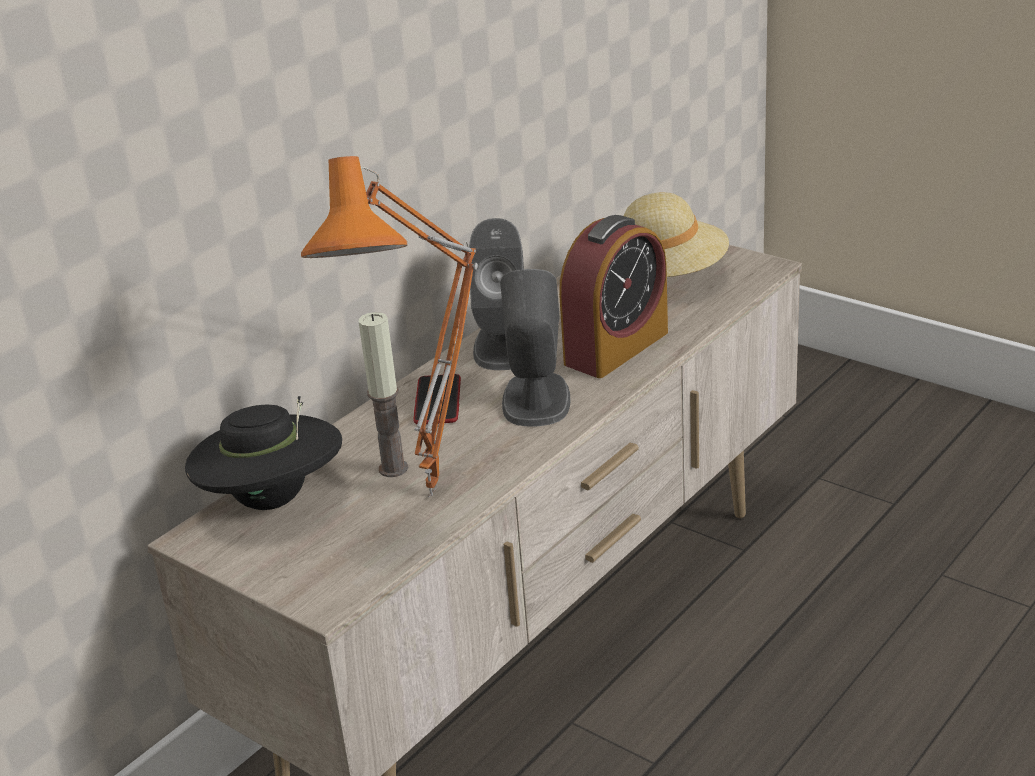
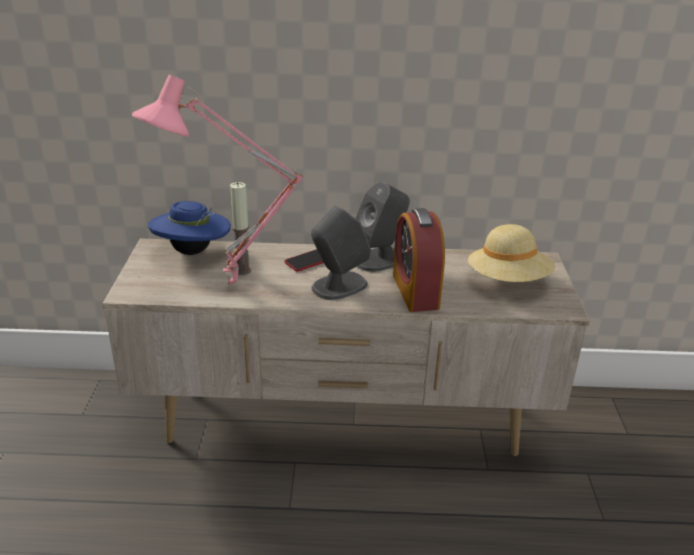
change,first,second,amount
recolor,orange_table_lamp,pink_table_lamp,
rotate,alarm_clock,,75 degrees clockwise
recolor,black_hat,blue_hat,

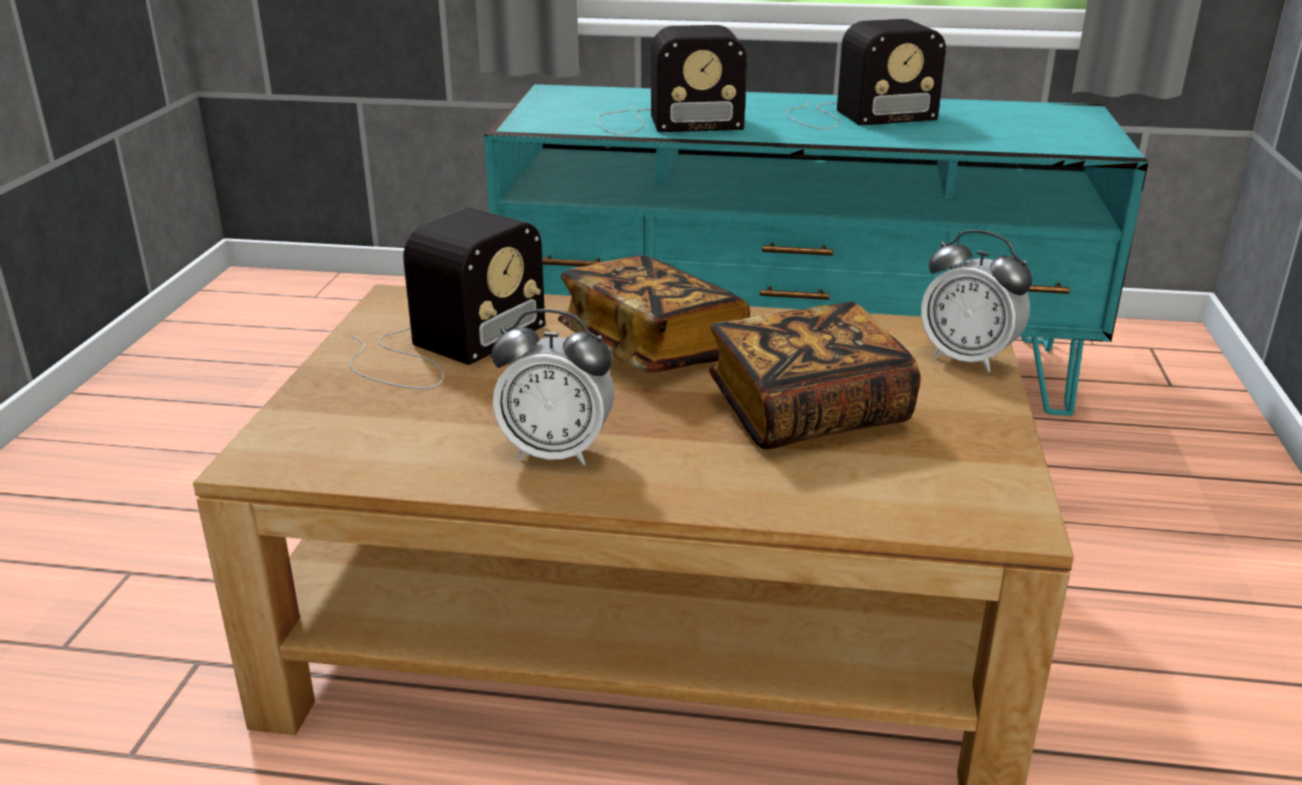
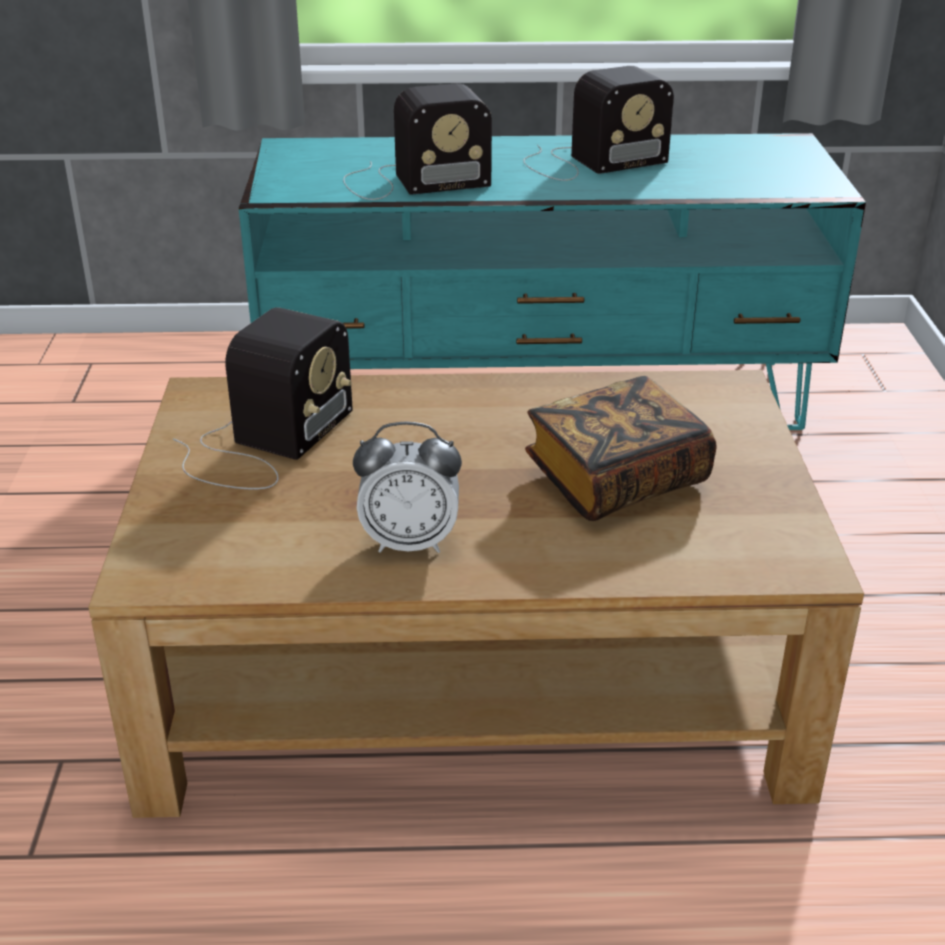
change,first,second,amount
delete,alarm_clock (2nd from left),,
delete,book (1st from left),,

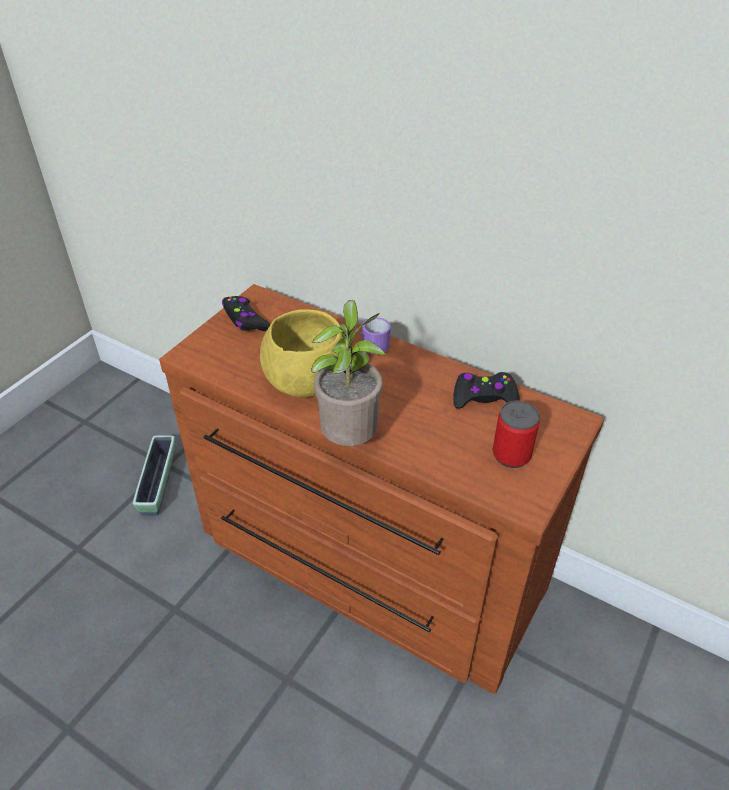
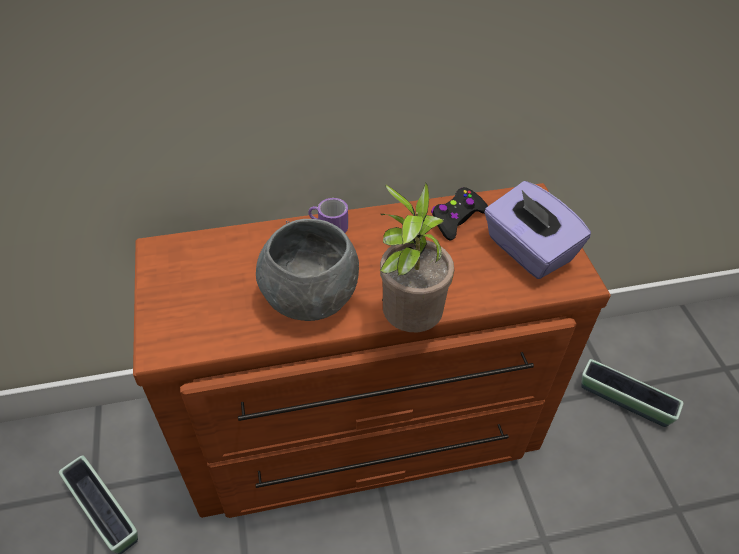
change,first,second,amount
delete,black_game_controller (1st from left),,
recolor,yellow_bowl,grey_bowl,
replace,can,purple_tissue_box,
insert,,planter (2nd from left),

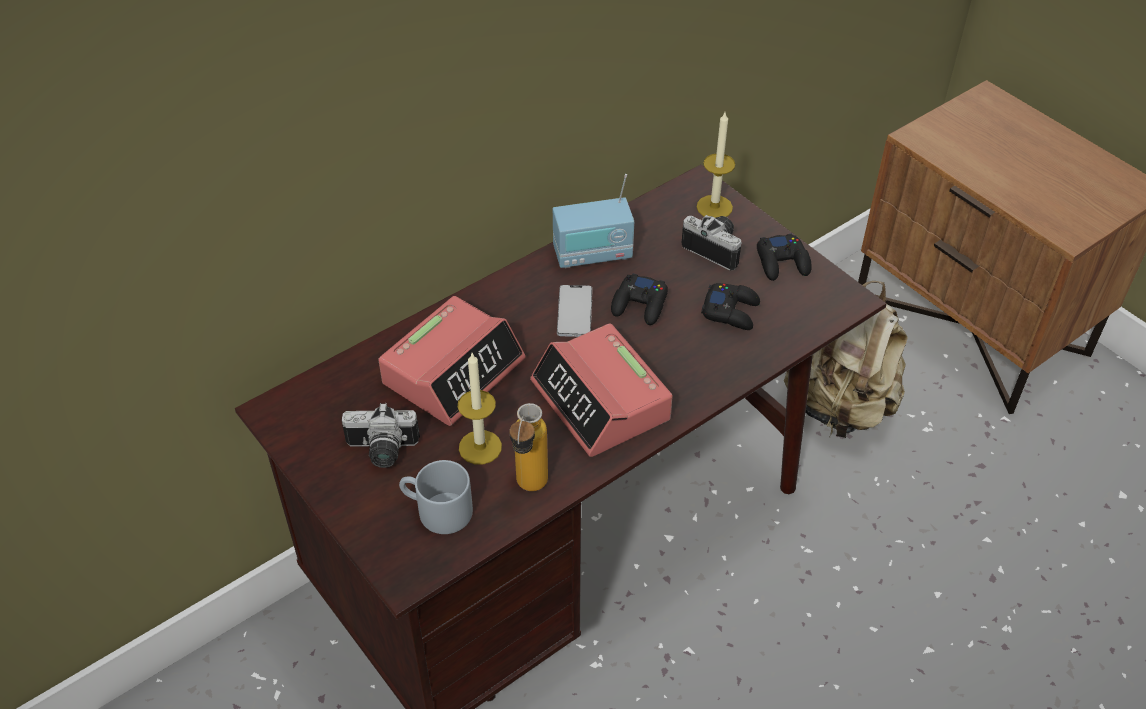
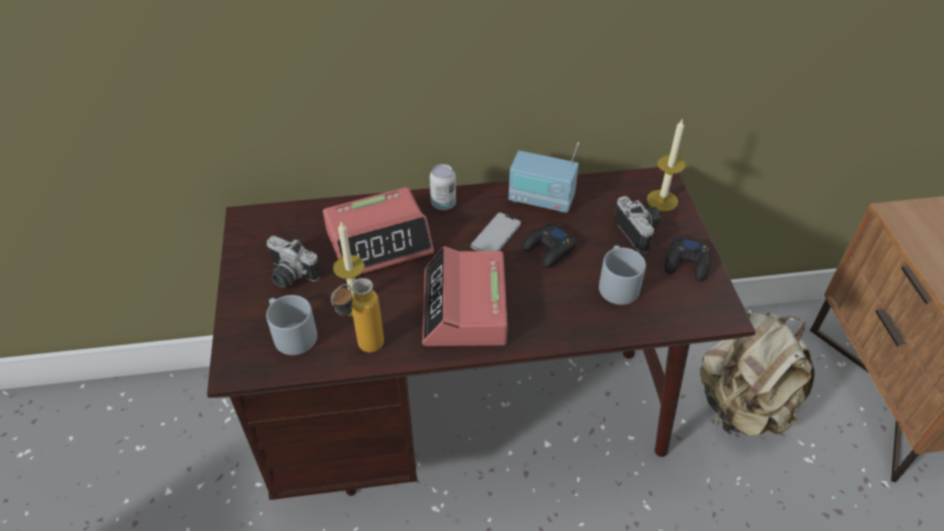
change,first,second,amount
replace,black_game_controller (2nd from left),grey_mug (2nd from left),
insert,,can,

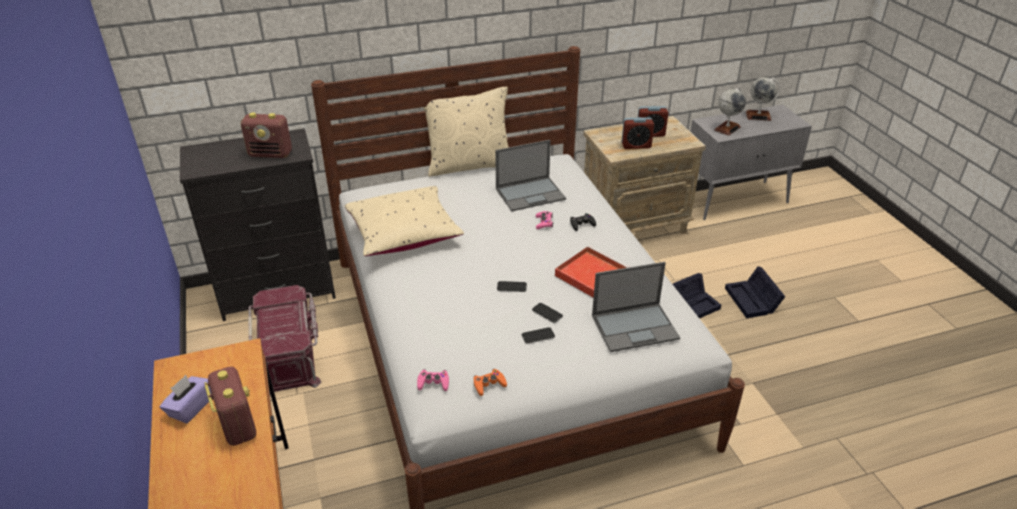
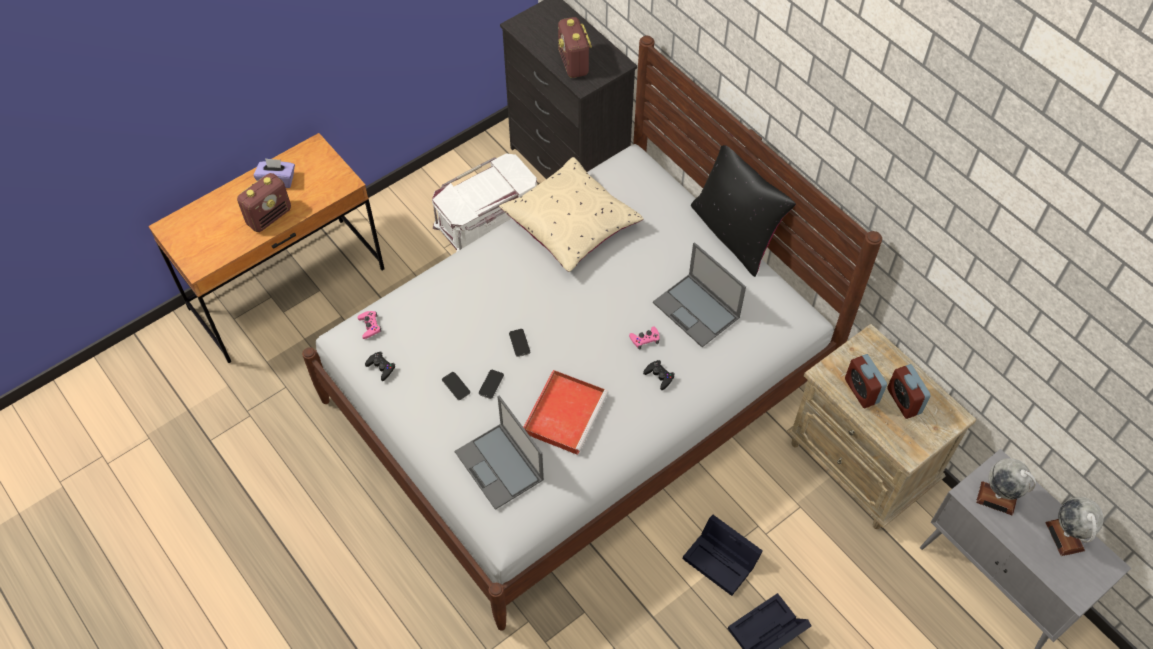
change,first,second,amount
recolor,beige_pillow (2nd from left),black_pillow,
recolor,red_storage_box,white_storage_box,
recolor,orange_game_controller,black_game_controller (1st from left),

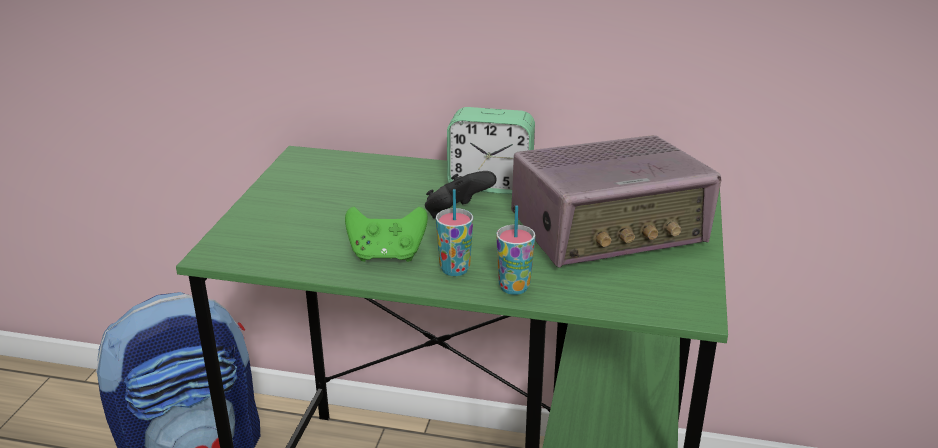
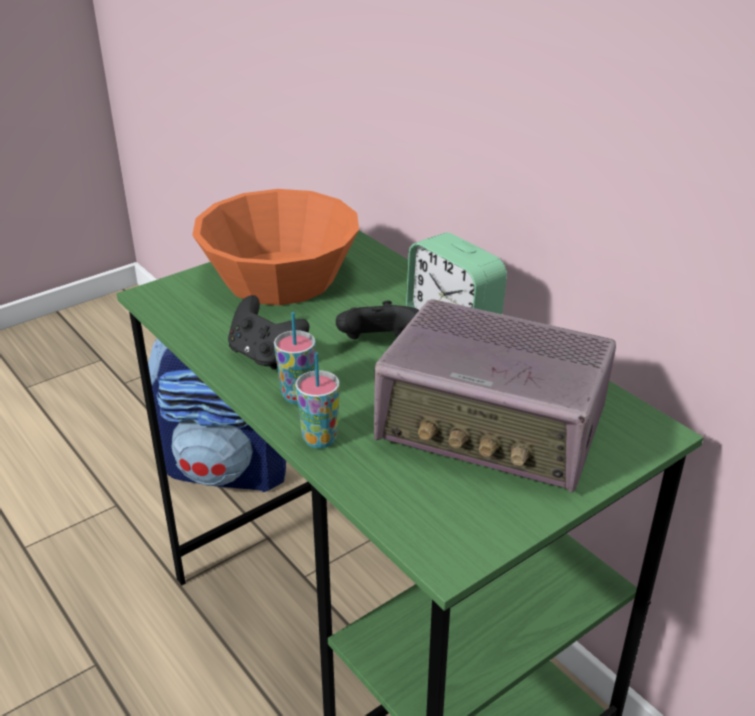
change,first,second,amount
recolor,green_game_controller,black_game_controller (1st from left),
insert,,orange_bowl,

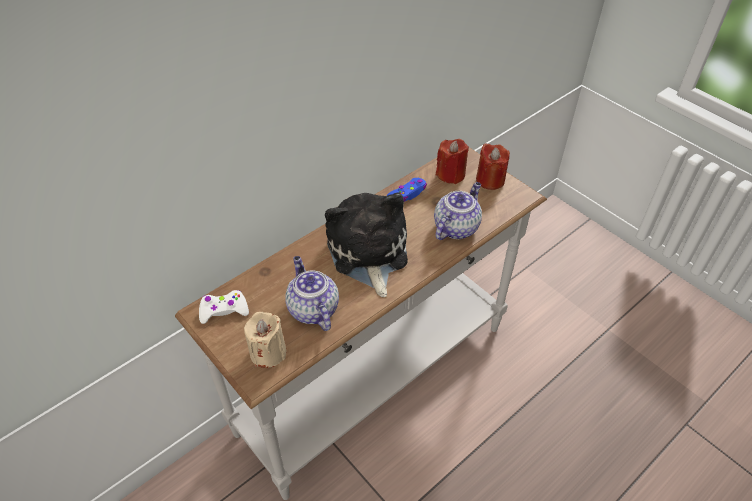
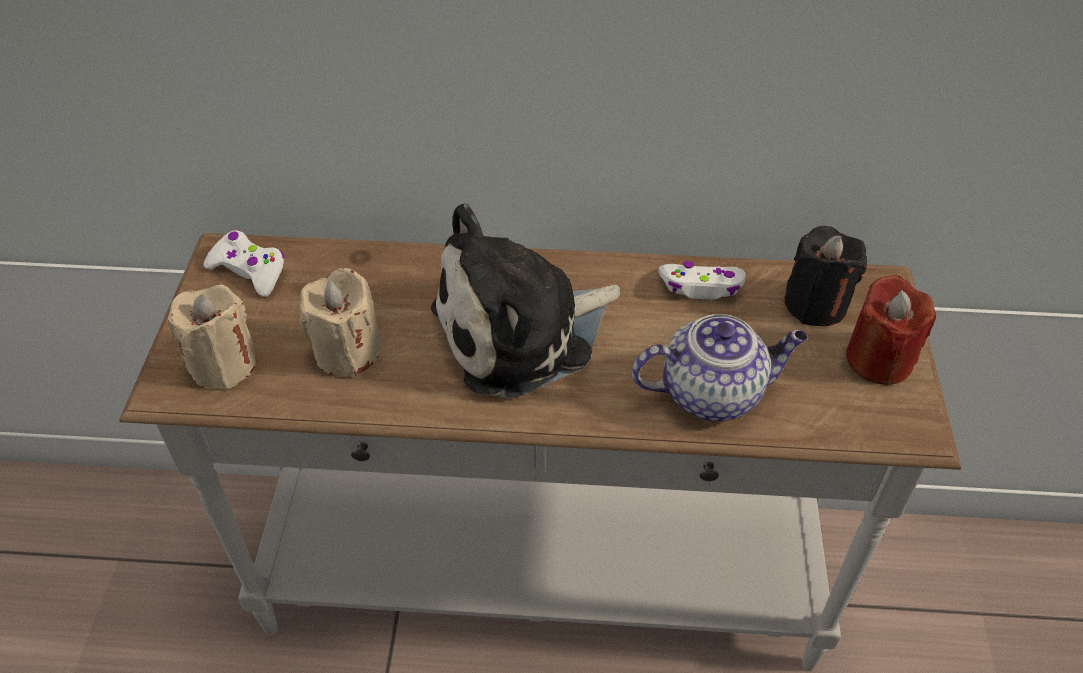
change,first,second,amount
recolor,red_candle (1st from left),black_candle,
recolor,blue_game_controller,white_game_controller (2nd from left),
rotate,plush_toy,,150 degrees counterclockwise
replace,teapot (1st from left),beige_candle (2nd from left),

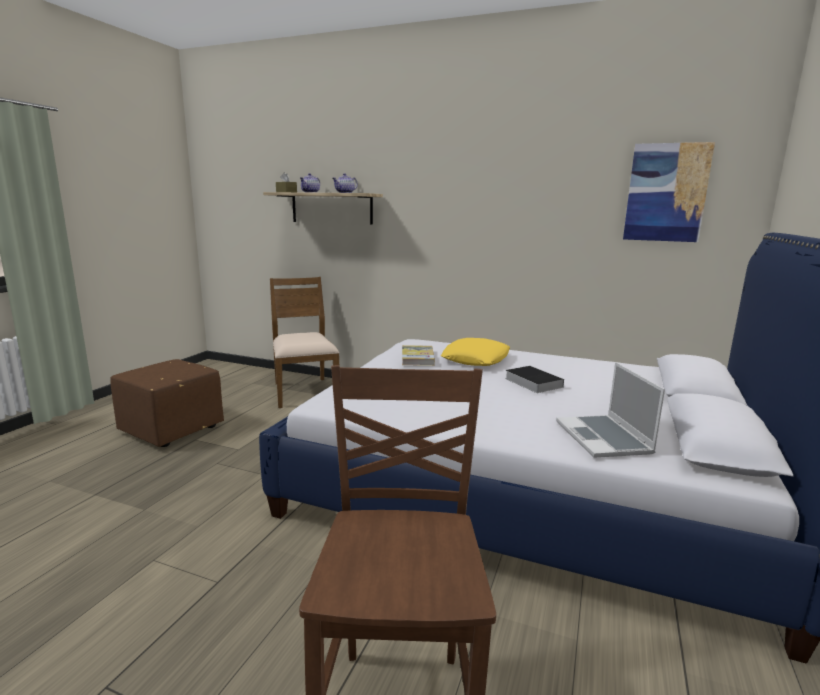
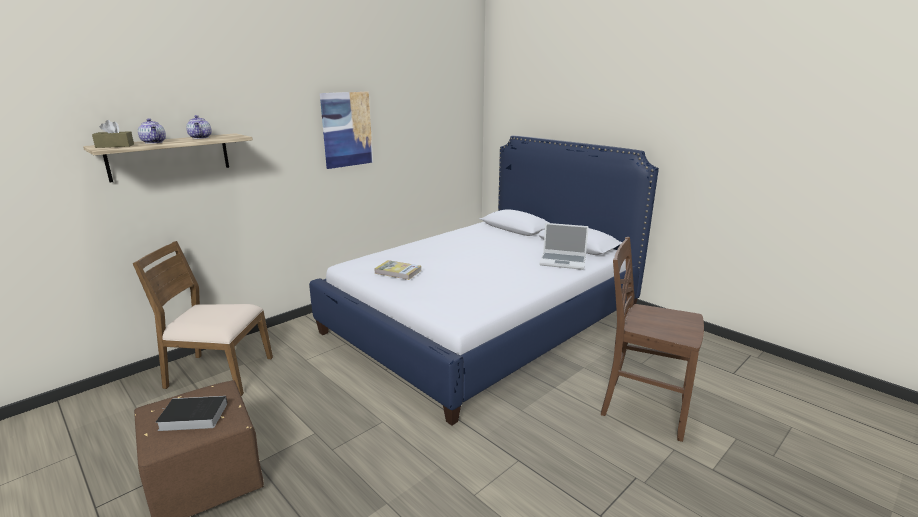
change,first,second,amount
move,picture,,
delete,yellow_pillow,,
move,book (2nd from left in the first image),book (1st from left),

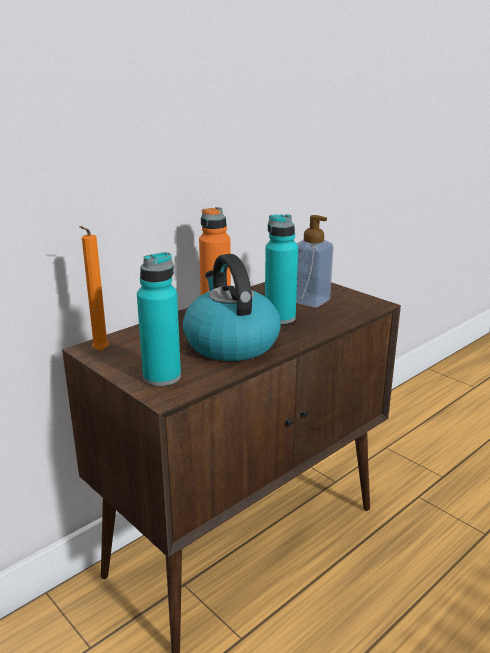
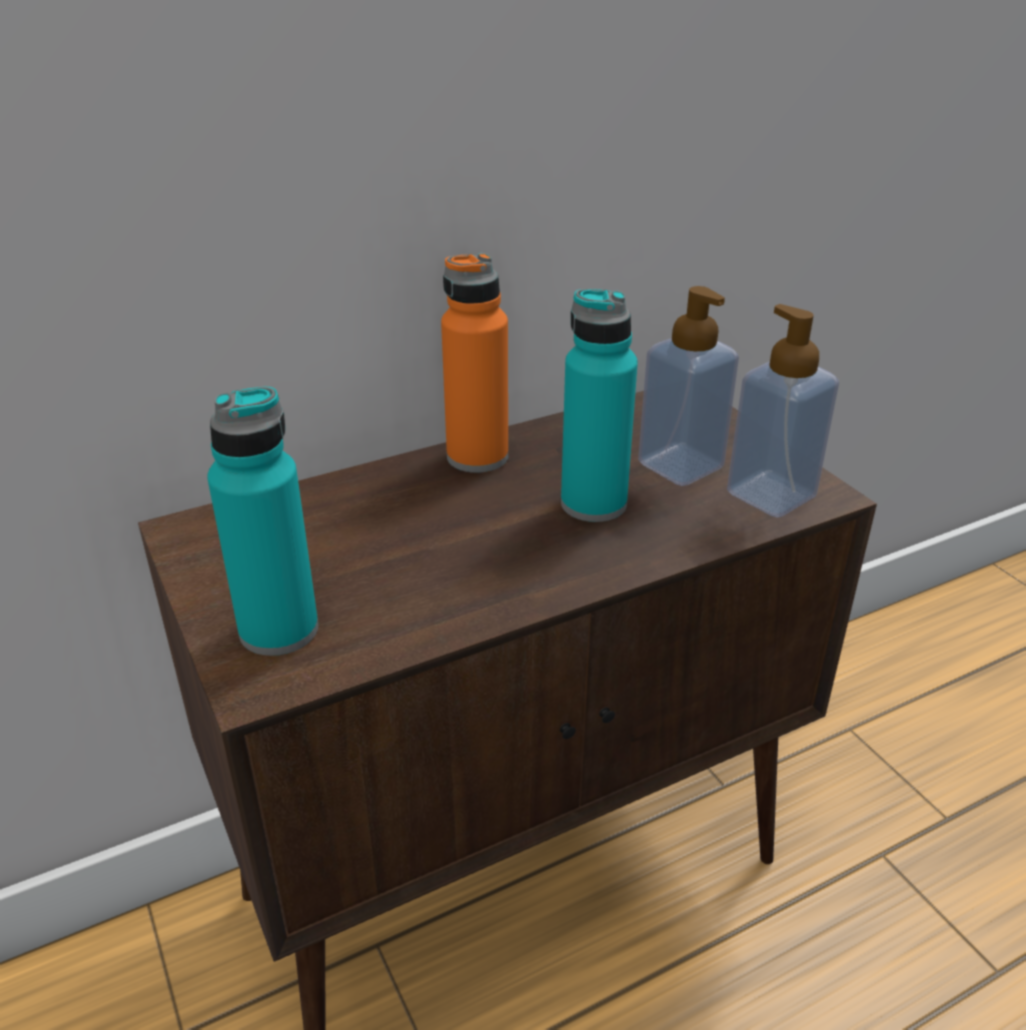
change,first,second,amount
delete,orange_candle,,
delete,kettle,,
insert,,soap_dispenser (2nd from left),

